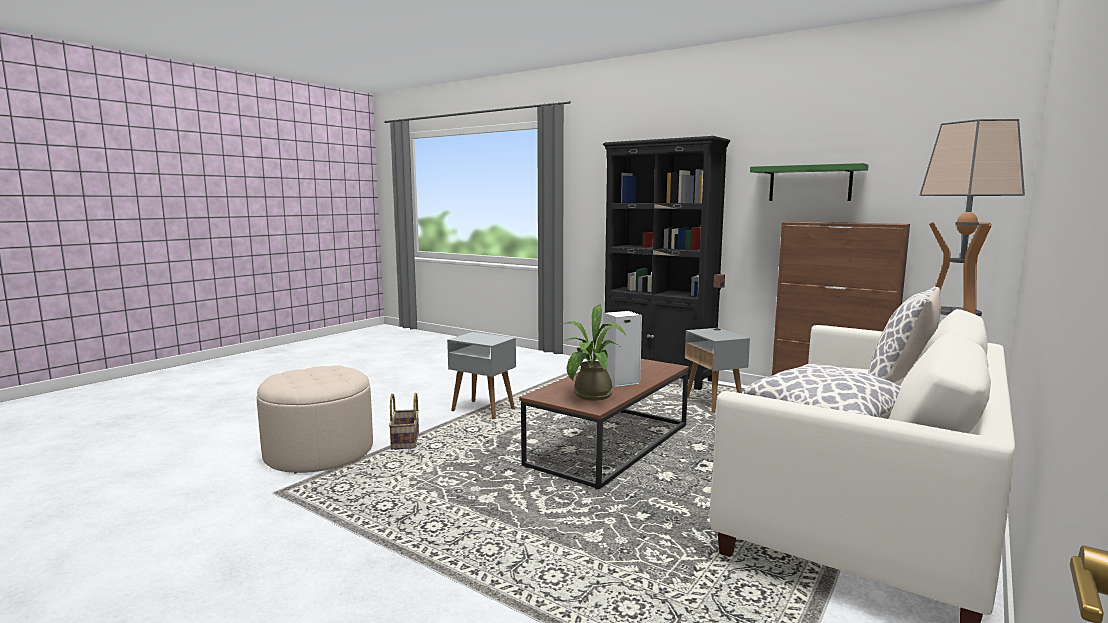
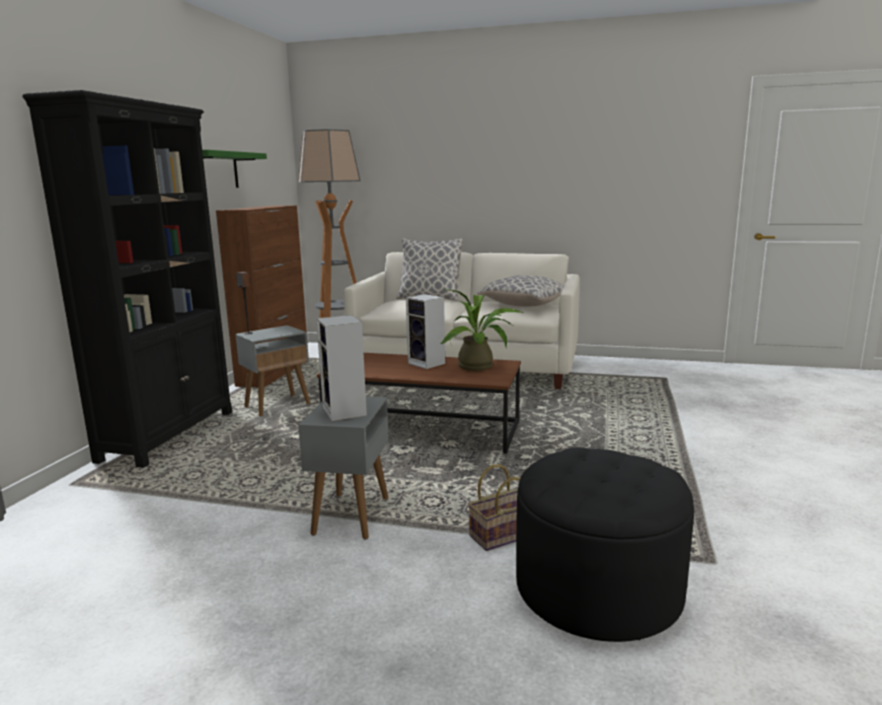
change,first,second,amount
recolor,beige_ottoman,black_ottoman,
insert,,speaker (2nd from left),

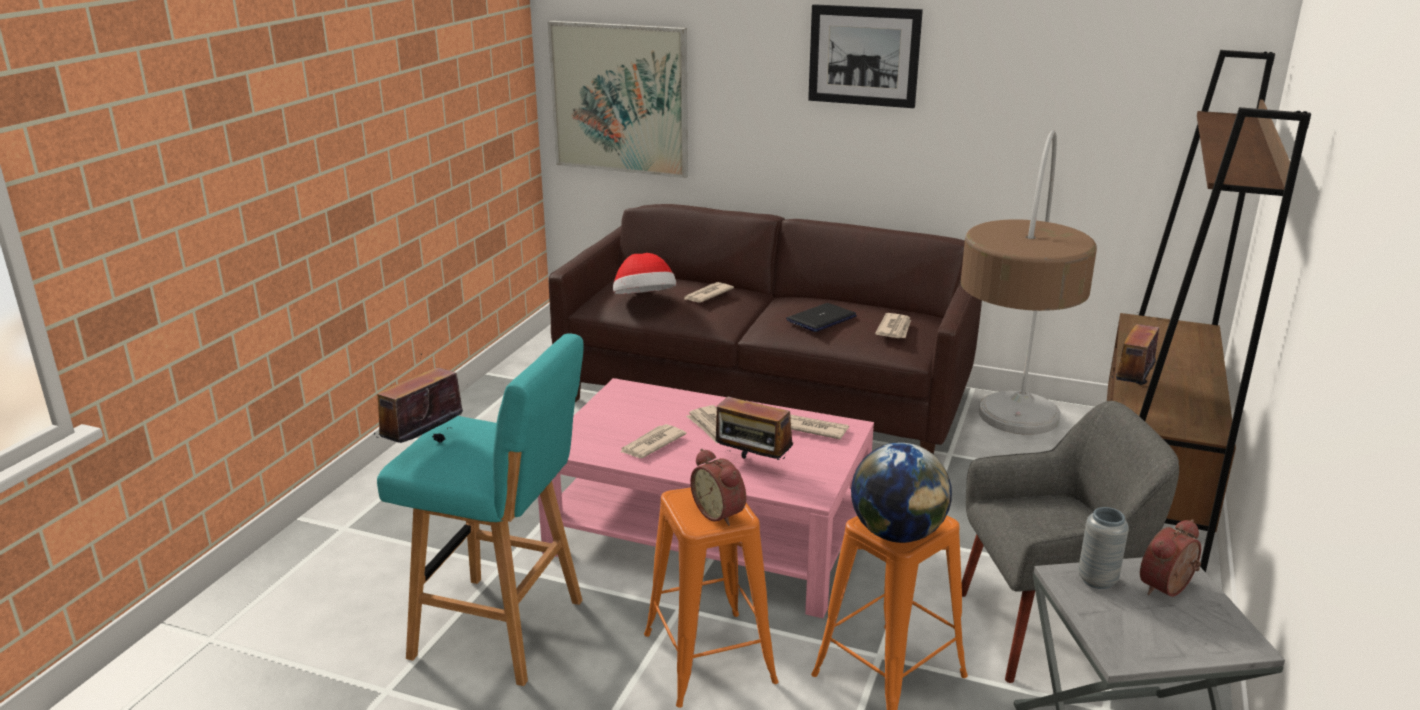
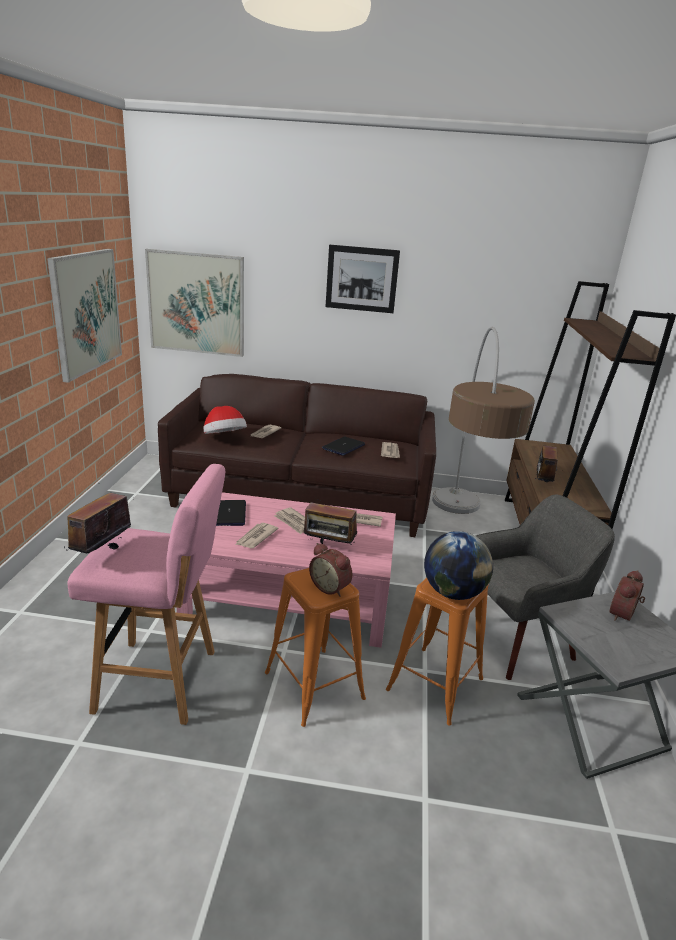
change,first,second,amount
recolor,turquoise_stool,pink_stool,
delete,grey_vase,,
insert,,picture (1st from left),
insert,,laptop (1st from left),

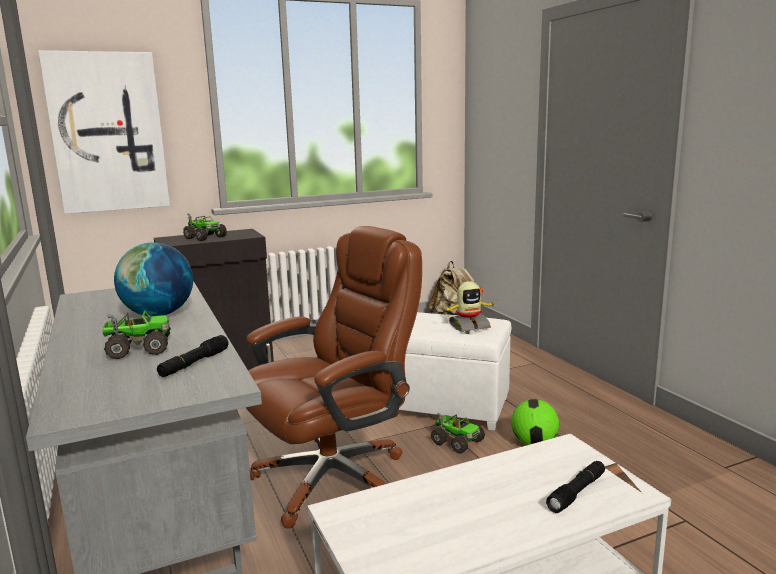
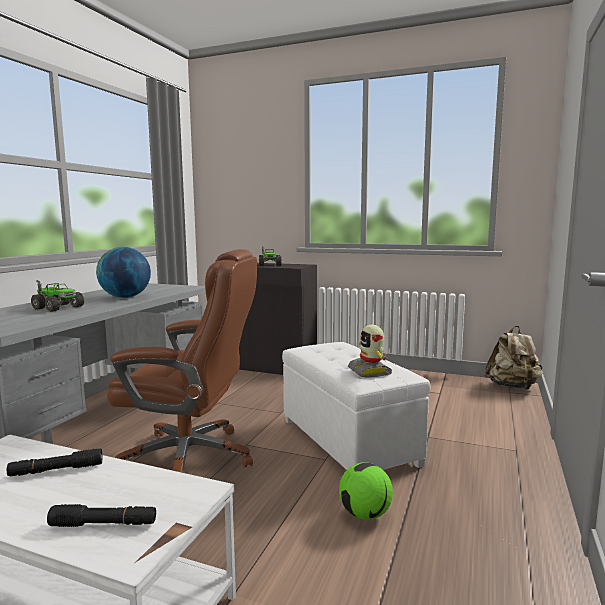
change,first,second,amount
delete,picture,,
rotate,toy_robot,,45 degrees clockwise
move,black_flashlight (1st from left),,
delete,toy_truck (3rd from left),,

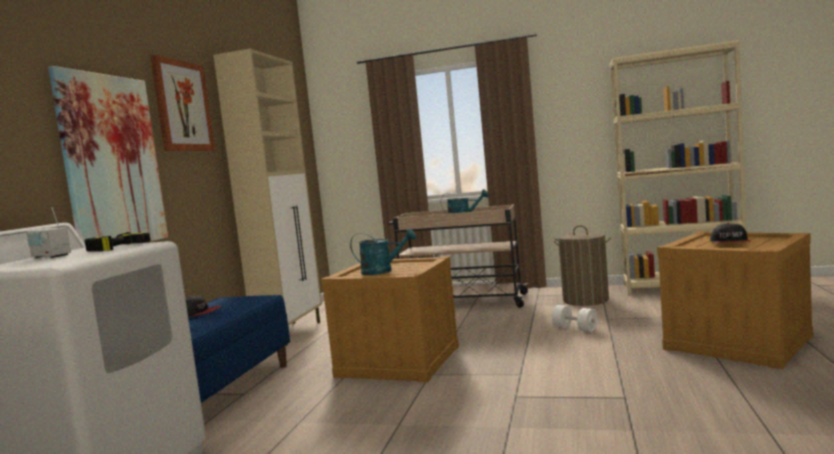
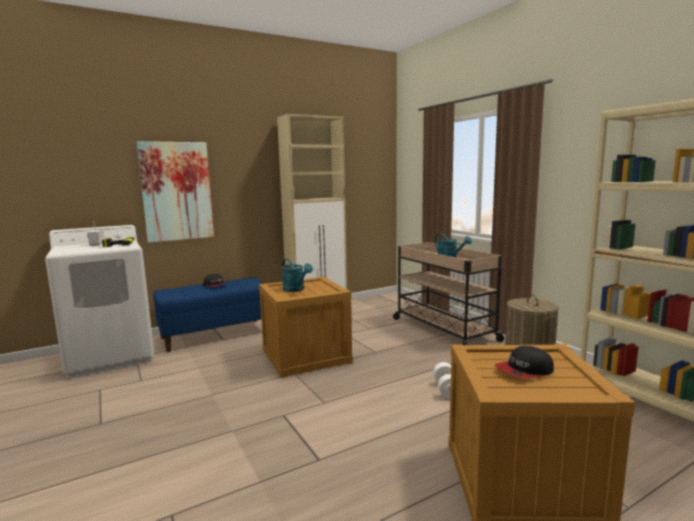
change,first,second,amount
delete,picture (2nd from left),,

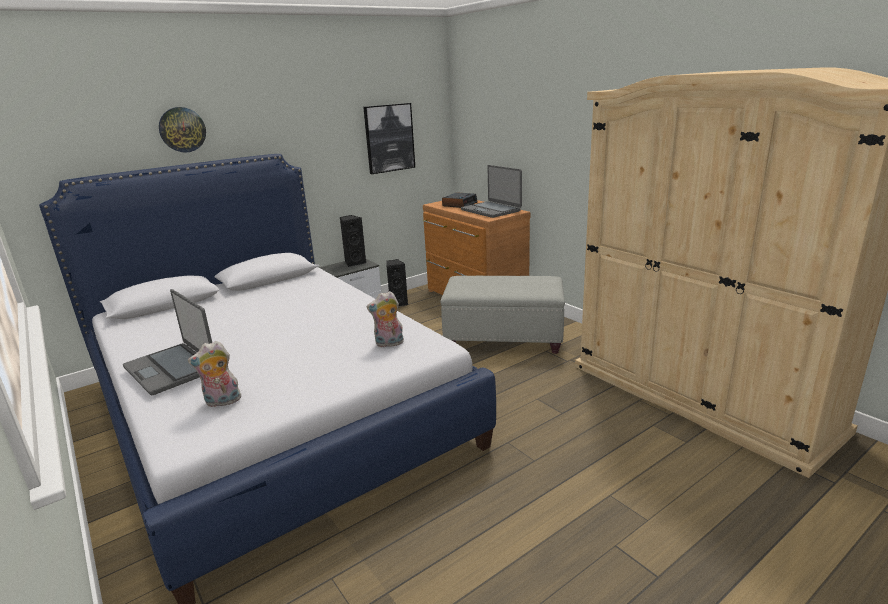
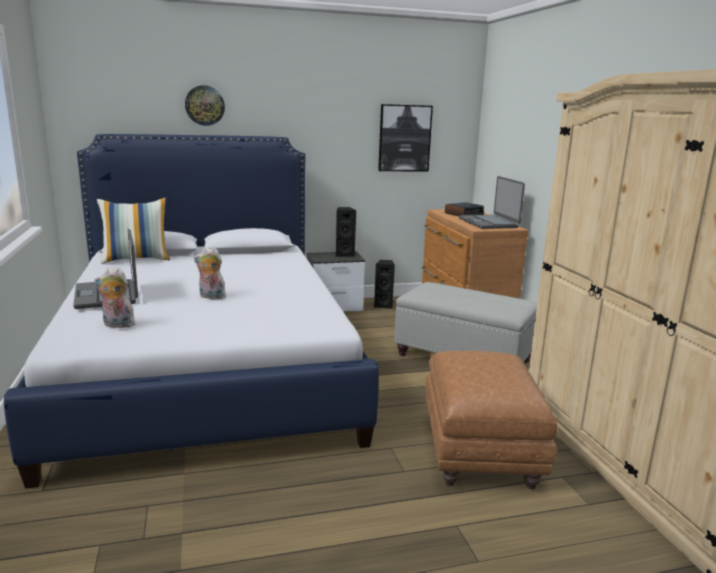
change,first,second,amount
move,plush_toy (2nd from left),,
insert,,pillow,
insert,,brown_ottoman,

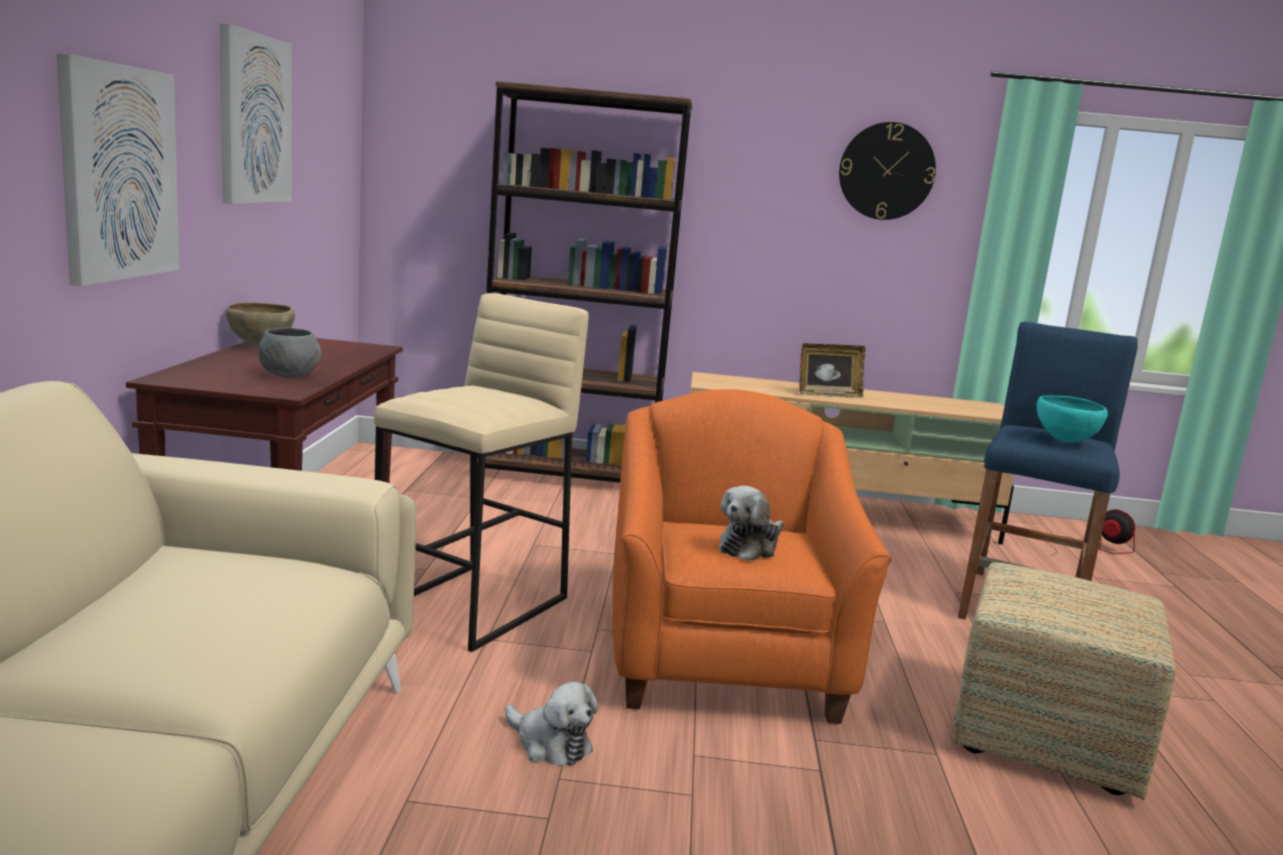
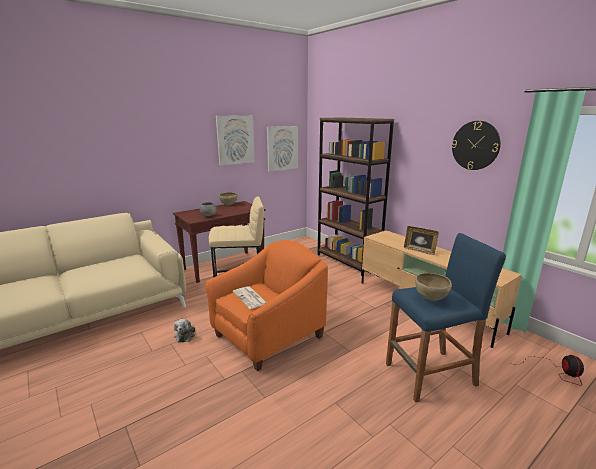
change,first,second,amount
move,picture (1st from left in the first image),picture (2nd from left),
recolor,turquoise_bowl,brown_bowl (2nd from left),
replace,plush_toy (2nd from left),newspaper,
delete,ottoman,,

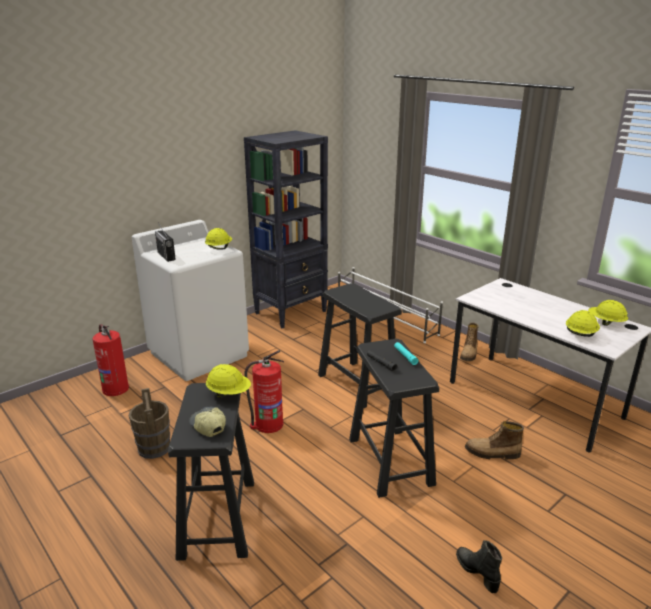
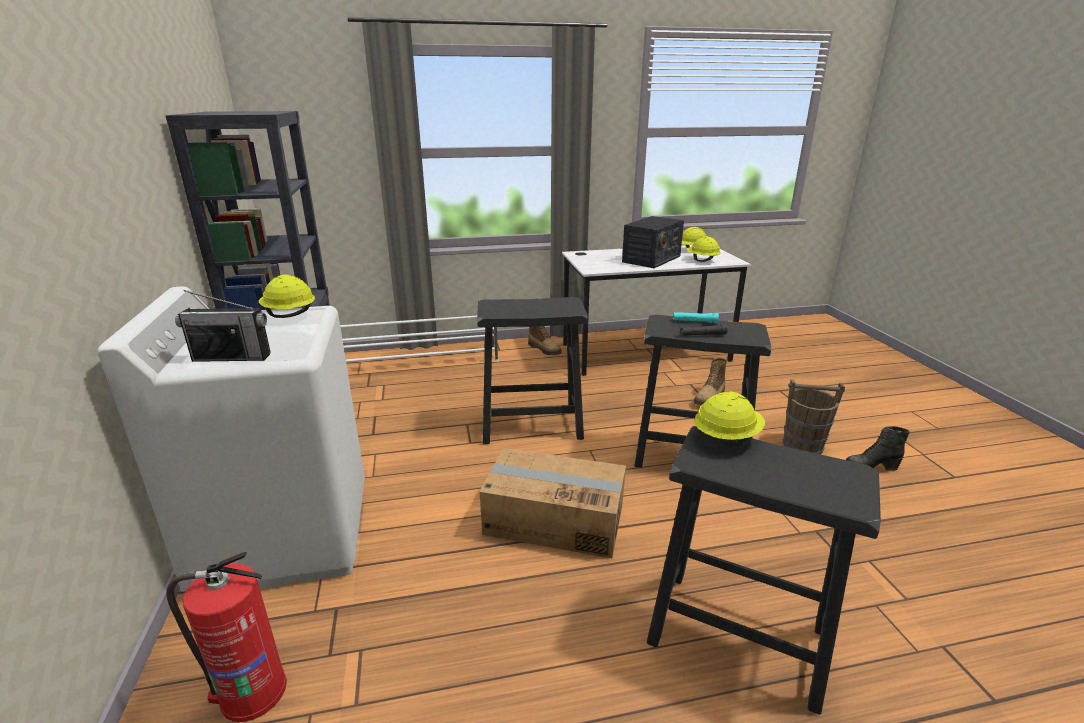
change,first,second,amount
replace,fire_extinguisher (2nd from left),cardboard_box,
move,brown_bucket,,
delete,cap,,
insert,,radio (2nd from left),

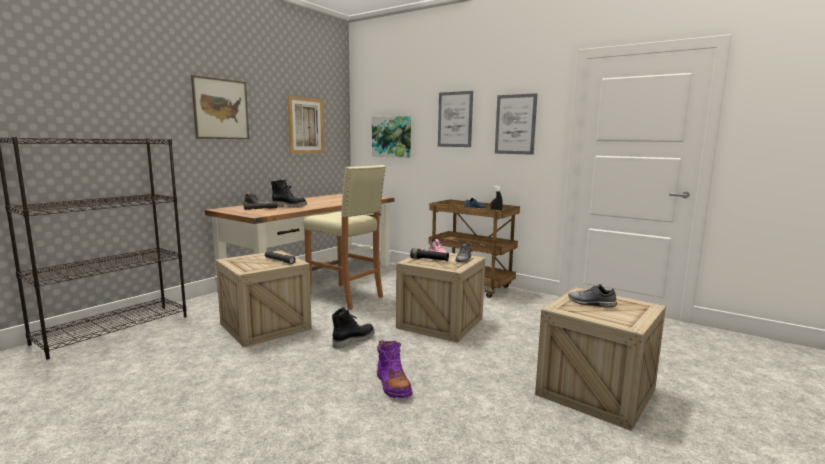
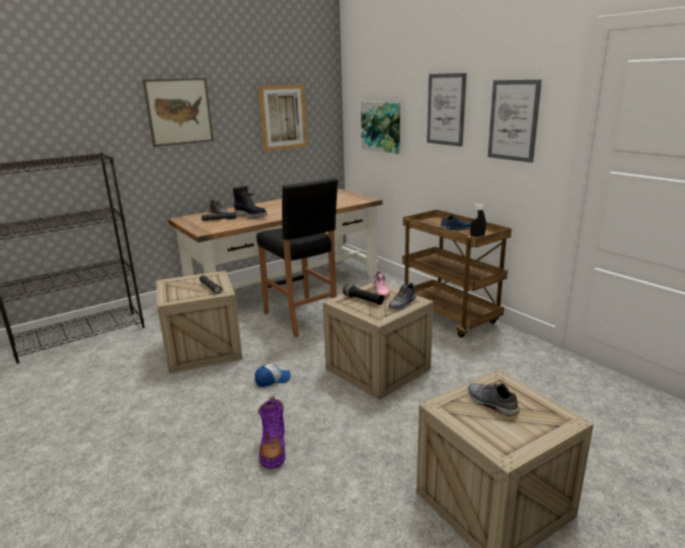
change,first,second,amount
recolor,beige_stool,black_stool,
replace,black_boot (2nd from left),cap,

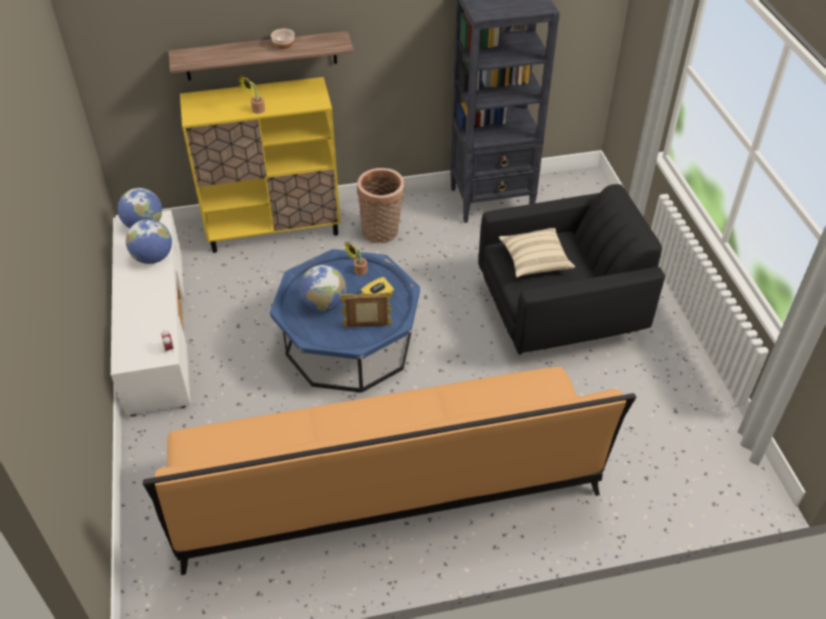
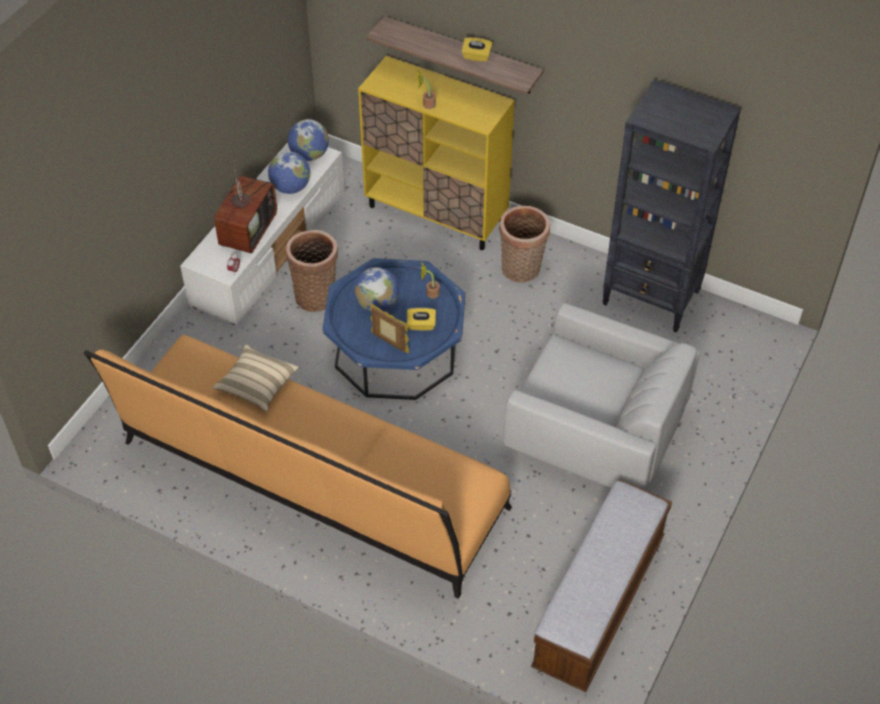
change,first,second,amount
replace,bowl,yellow_tissue_box (2nd from left),
recolor,black_armchair,white_armchair,
move,beige_pillow,,
insert,,television,
insert,,basket (1st from left),
insert,,bench,

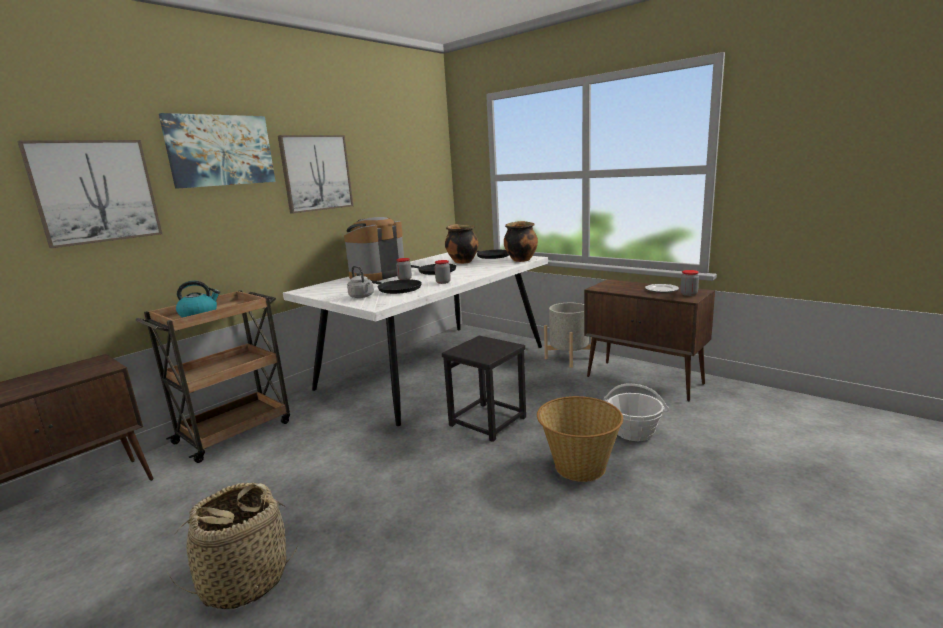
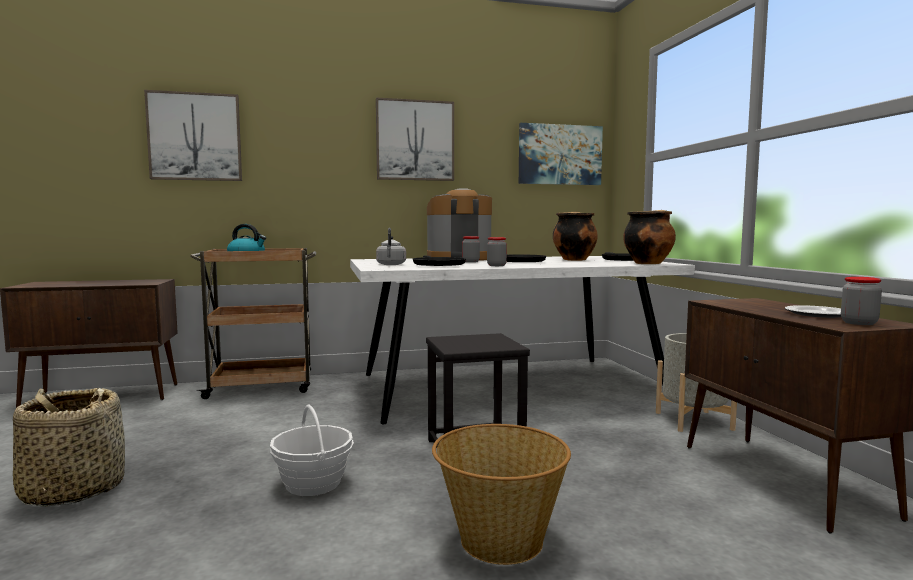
change,first,second,amount
move,picture (2nd from left in the first image),picture (3rd from left),
move,basket (3rd from left in the first image),basket (2nd from left),

